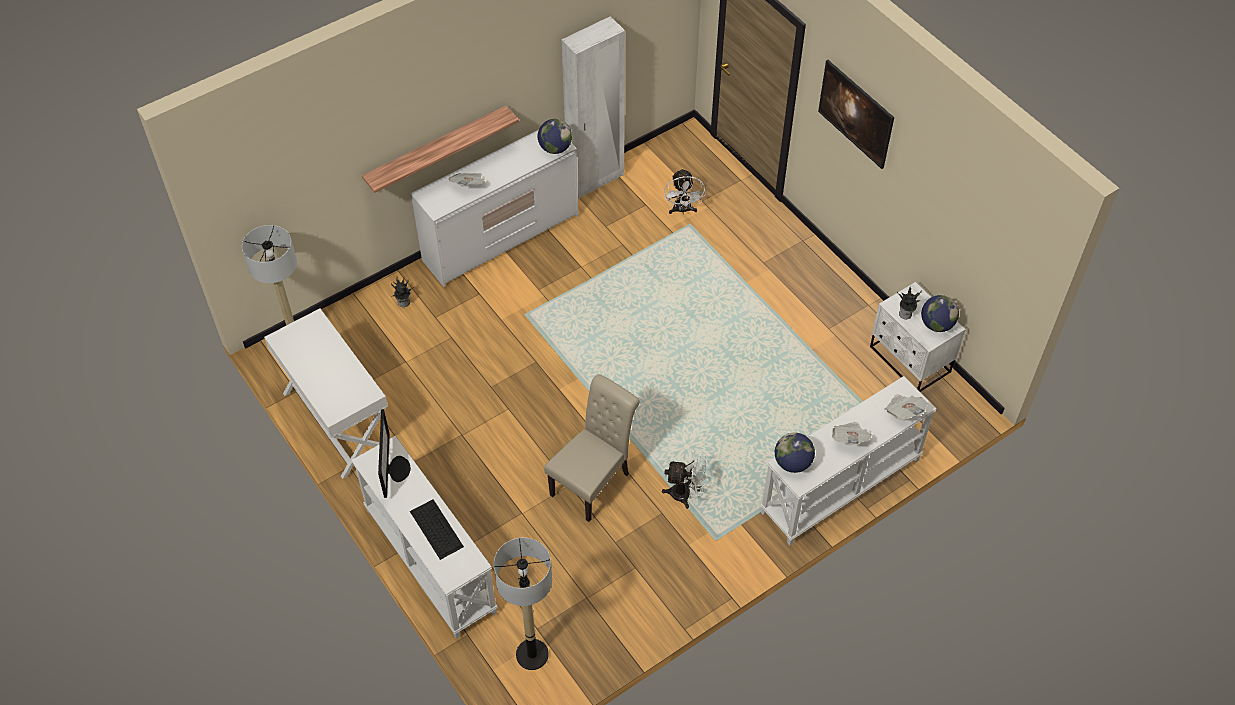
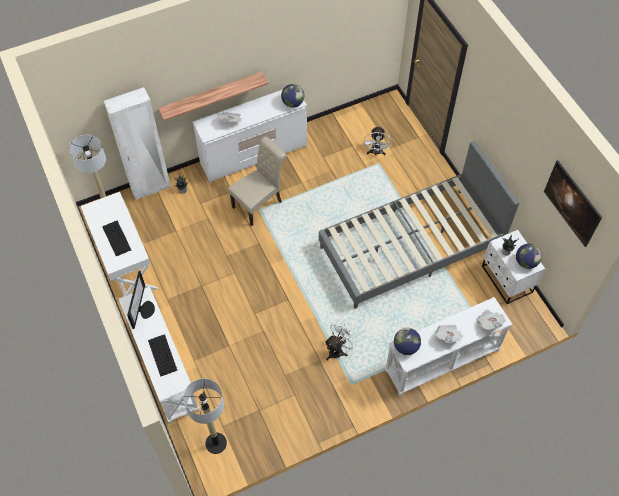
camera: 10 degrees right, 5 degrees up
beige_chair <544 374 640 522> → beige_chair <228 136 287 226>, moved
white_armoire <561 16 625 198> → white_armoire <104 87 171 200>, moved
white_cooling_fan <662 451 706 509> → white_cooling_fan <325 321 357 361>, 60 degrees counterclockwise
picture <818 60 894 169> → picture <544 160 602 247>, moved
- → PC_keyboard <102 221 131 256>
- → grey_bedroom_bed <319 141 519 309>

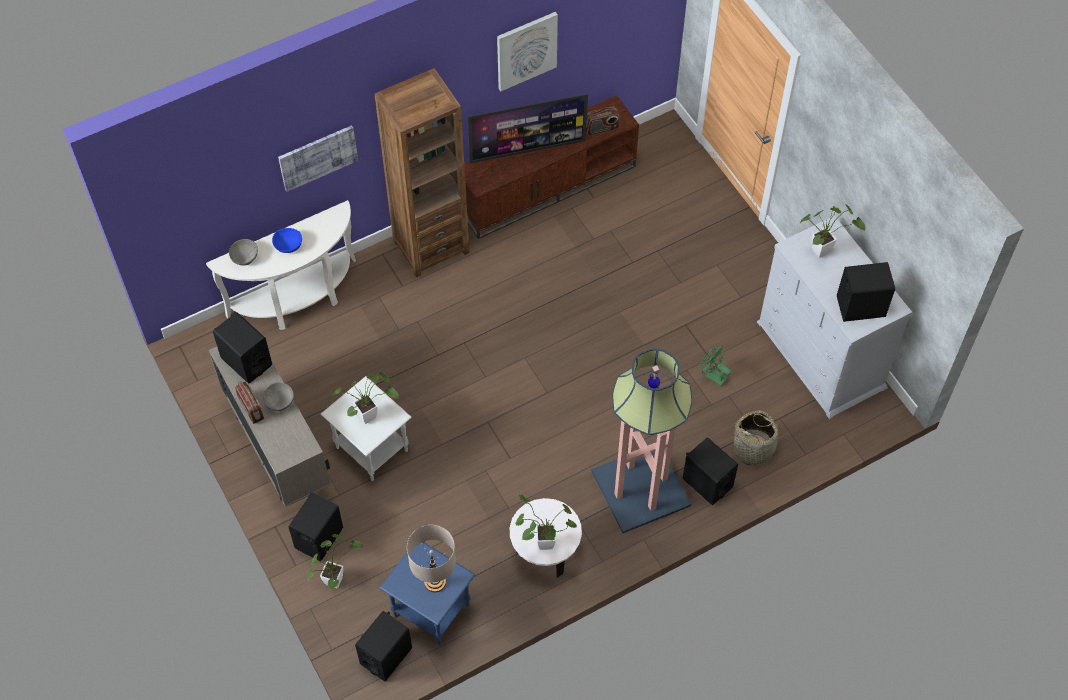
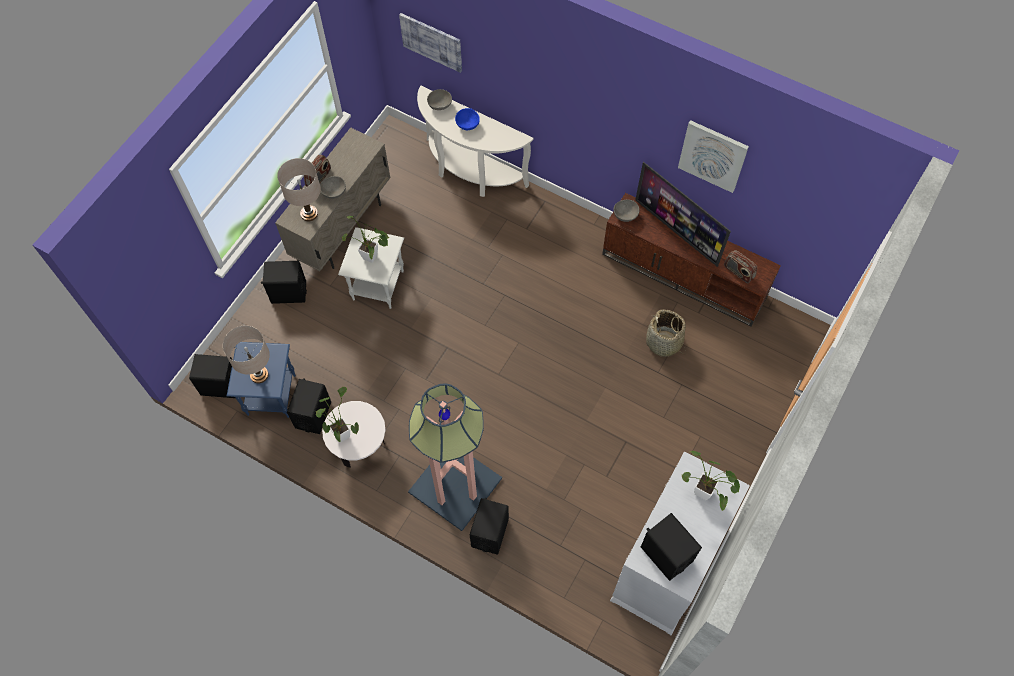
camera: 60 degrees right, 5 degrees up
black-coloured_speaker <213 312 272 383> → black-coloured_speaker <287 378 331 434>, moved
picture <278 125 358 192> → picture <399 13 462 73>, moved
houseplant <307 534 364 590> → -
brown-coloured_shelving_unit <375 68 470 277> → -
green-coloured_cooling_fan <700 346 731 386> → -
storage_basket <729 410 787 465> → storage_basket <646 309 686 357>, moved
- → beige_table_lamp <277 158 321 221>
- → grey_serving_bowl <614 199 639 222>

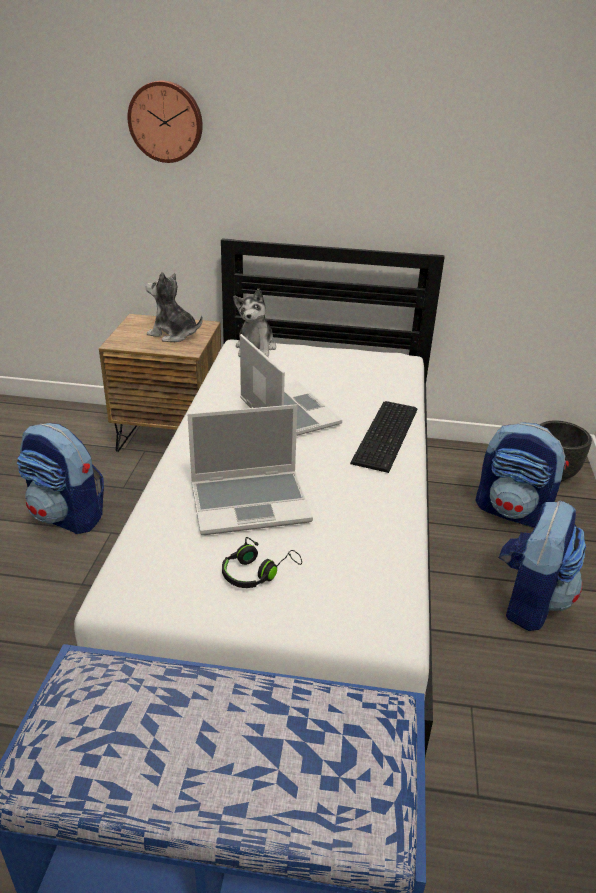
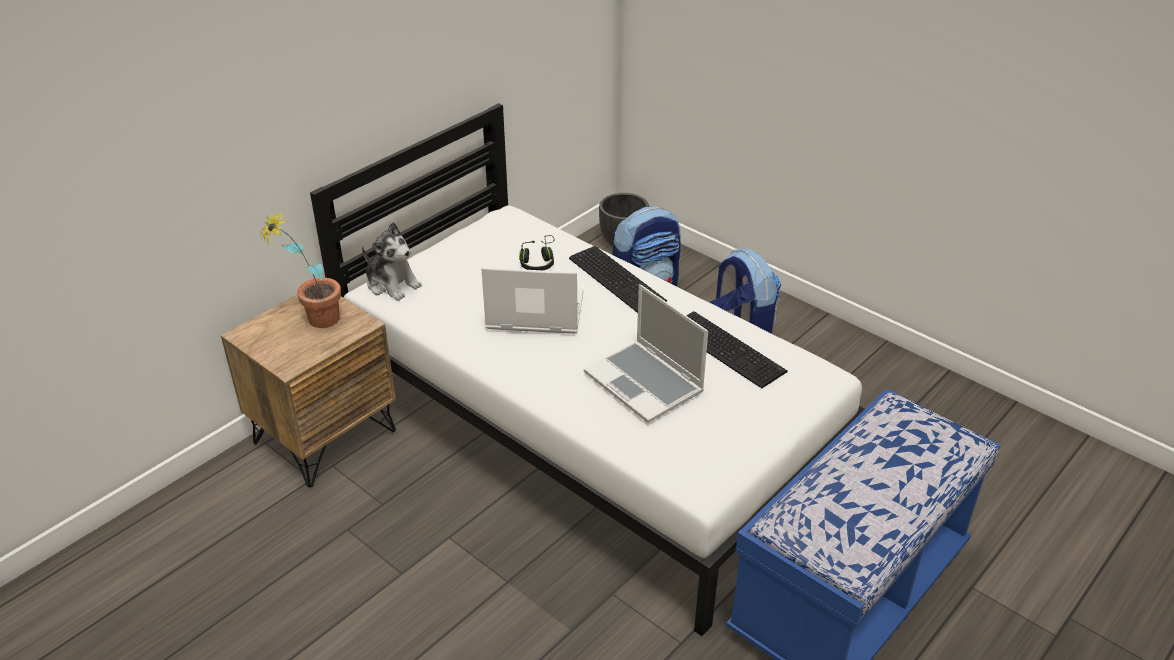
camera: 55 degrees left, 5 degrees up
knapsack <17 423 104 534> → -
hanging_clock <127 81 203 163> → -
soft_toy <146 272 203 342> → houseplant <259 209 341 328>
portable_computer <188 404 313 535> → portable_computer <584 284 708 423>, 120 degrees clockwise
black-coloured_headset <222 537 302 588> → black-coloured_headset <519 235 554 270>, moved
- → PC_keyboard <686 311 788 388>

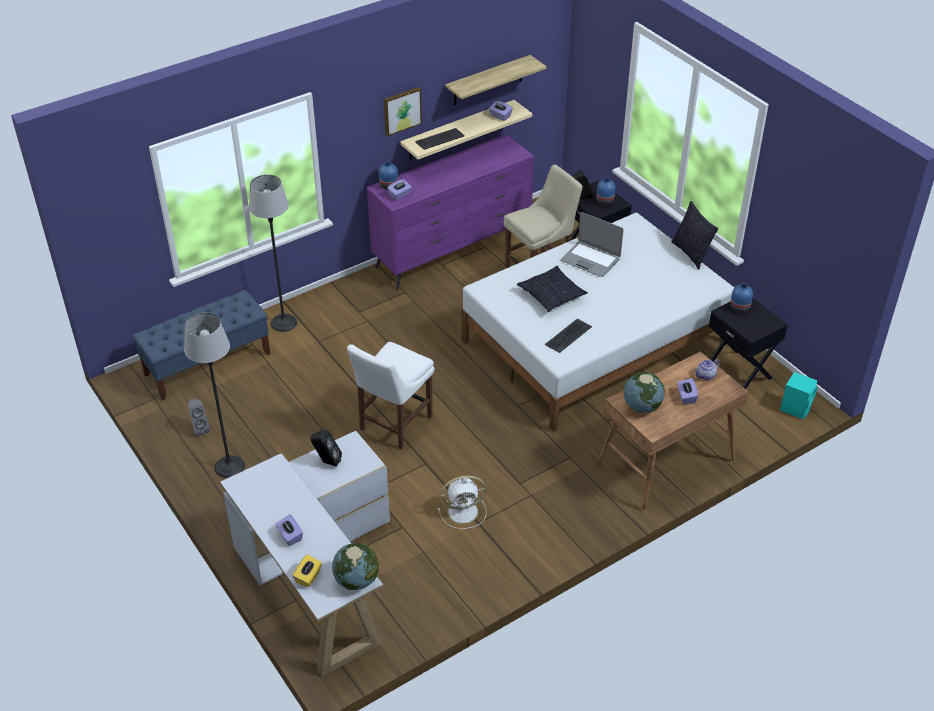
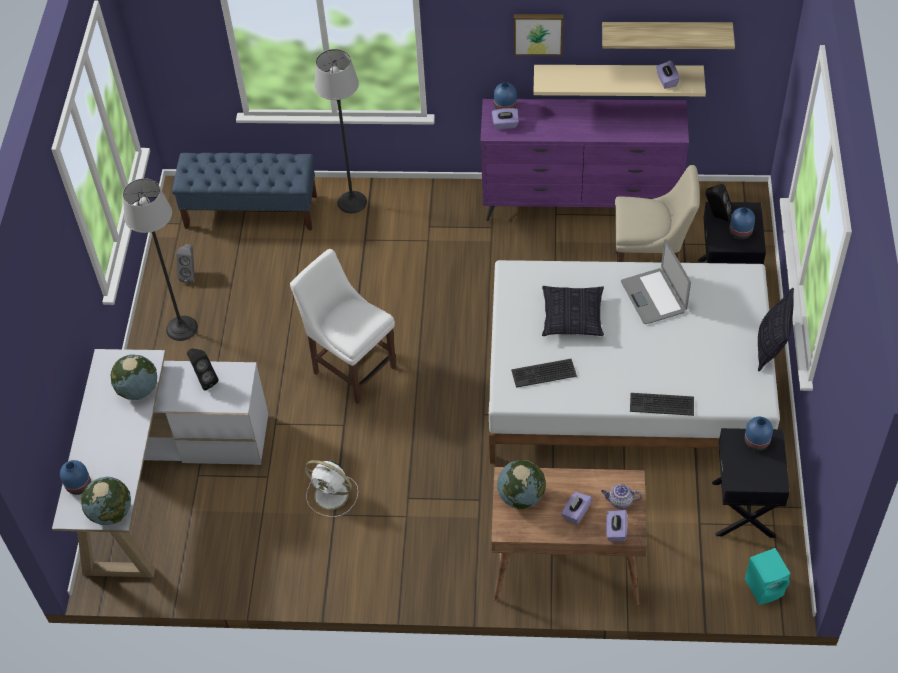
camera: 40 degrees right, 10 degrees up
purplish_box_of_tissues <275 514 303 546> → purplish_box_of_tissues <606 510 627 542>, moved
yellow-coloured_box_of_tissues <293 554 322 587> → blue_decorative_vase <60 460 91 495>
white_chair <347 342 434 450> → white_chair <290 249 396 404>, 60 degrees clockwise
PC_keyboard <415 128 465 150> → PC_keyboard <630 393 694 416>, moved
- → desk_globe <111 354 157 400>

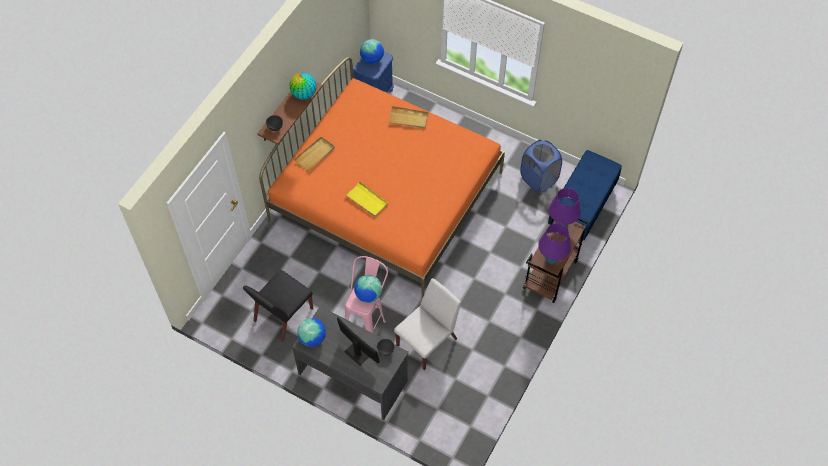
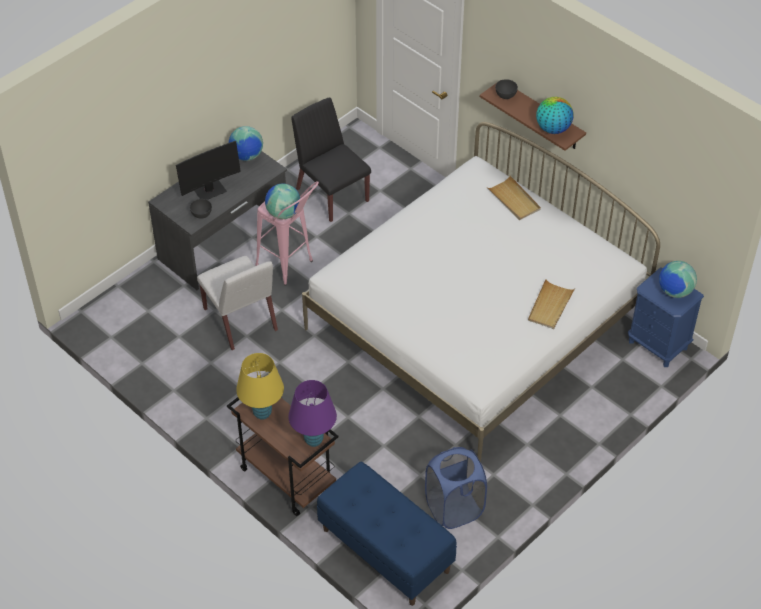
camera: 105 degrees right, 10 degrees down
orangey_bedroom_bed <259 57 505 298> → white_bedroom_bed <302 122 660 462>
yellow-coloured_serving_tray <346 180 388 217> → -
purplish_table_lamp <538 223 571 264> → yellow-coloured_table_lamp <236 353 284 420>

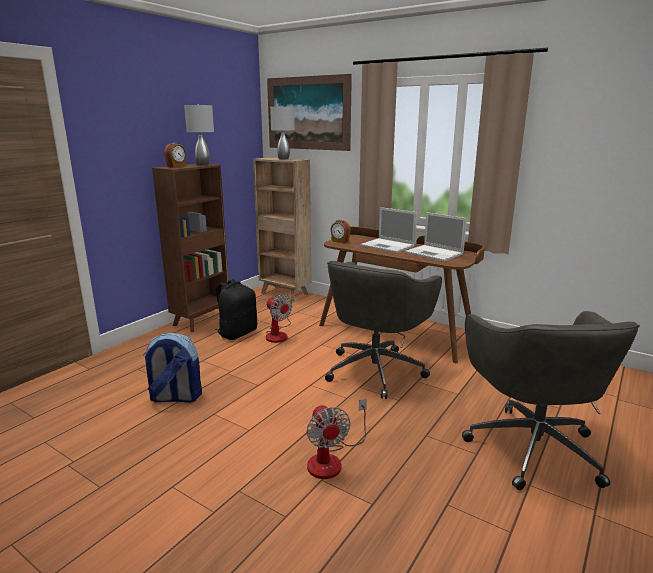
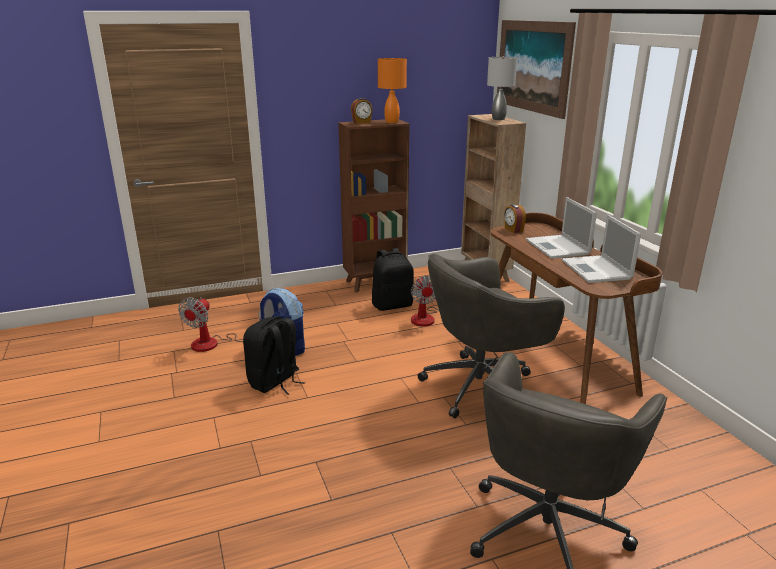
camera: 35 degrees right, 5 degrees up
grey_table_lamp <184 104 214 165> → orangey_table_lamp <378 58 407 123>
cooling_fan <306 399 367 479> → cooling_fan <178 297 261 352>, moved
- → black-coloured_knapsack <243 316 305 395>

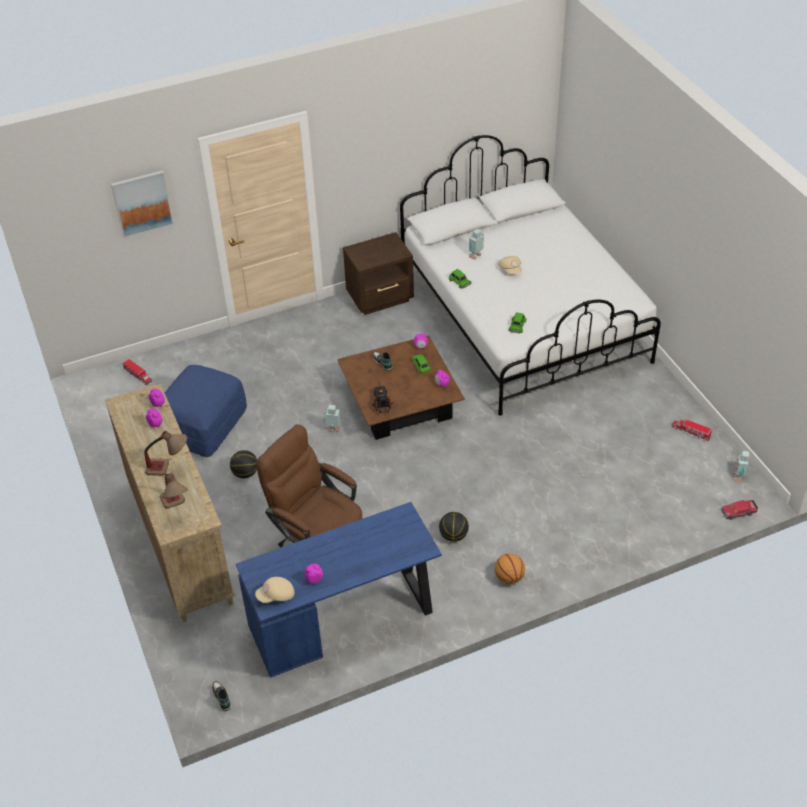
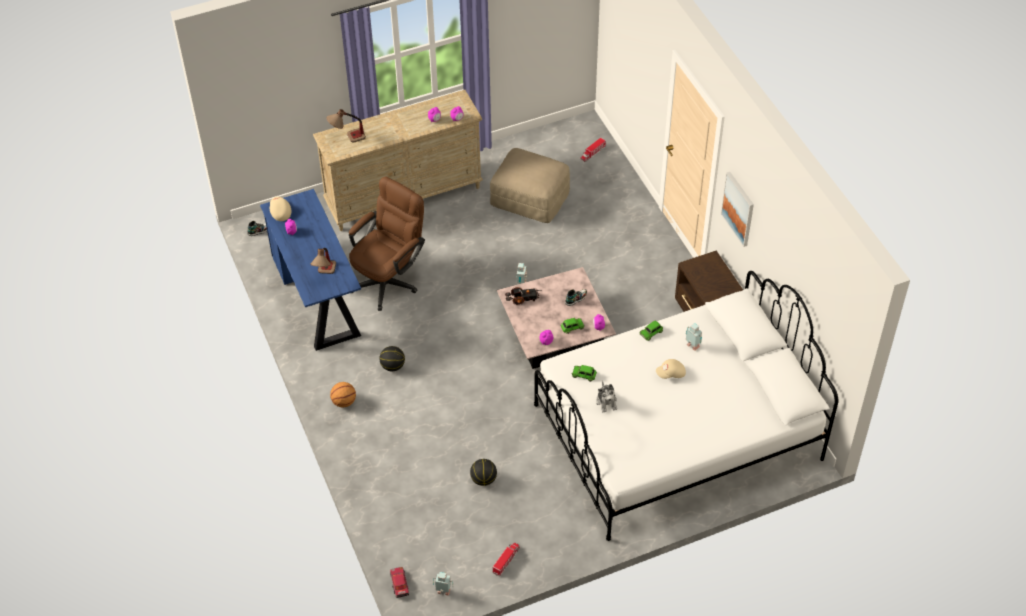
camera: 90 degrees right, 5 degrees up
picture <111 170 174 238> → picture <721 172 754 247>, moved
table_lamp <144 431 187 476> → table_lamp <310 248 336 274>, moved
blue_pouffe <165 365 247 457> → beige_pouffe <490 148 570 223>
basketball_ball <230 450 257 478> → basketball_ball <470 459 497 486>, moved
brown-coloured_low_table <337 335 465 440> → pink_low_table <497 267 616 369>
- → soft_toy <596 381 617 412>

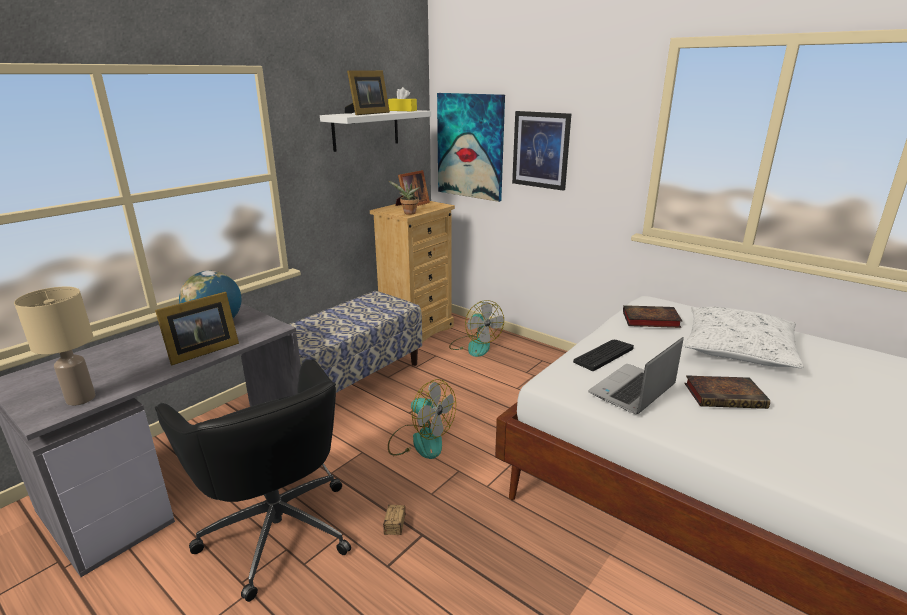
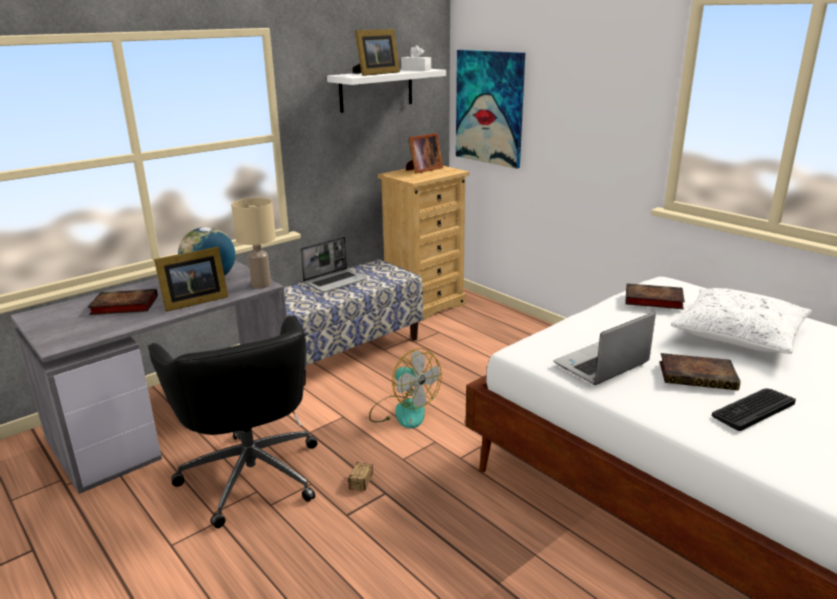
camera: 10 degrees right, 0 degrees up
beige_table_lamp <14 287 96 406> → beige_table_lamp <231 198 276 289>, moved
yellow-coloured_box_of_tissues <388 87 417 111> → white_box_of_tissues <401 45 431 71>
houseplant <389 181 420 215> → -
cooling_fan <449 300 504 357> → -
picture <512 111 571 191> → -
PC_keyboard <573 340 634 371> → PC_keyboard <712 388 796 431>, moved
- → book <88 289 158 315>
- → portable_computer <300 237 367 293>

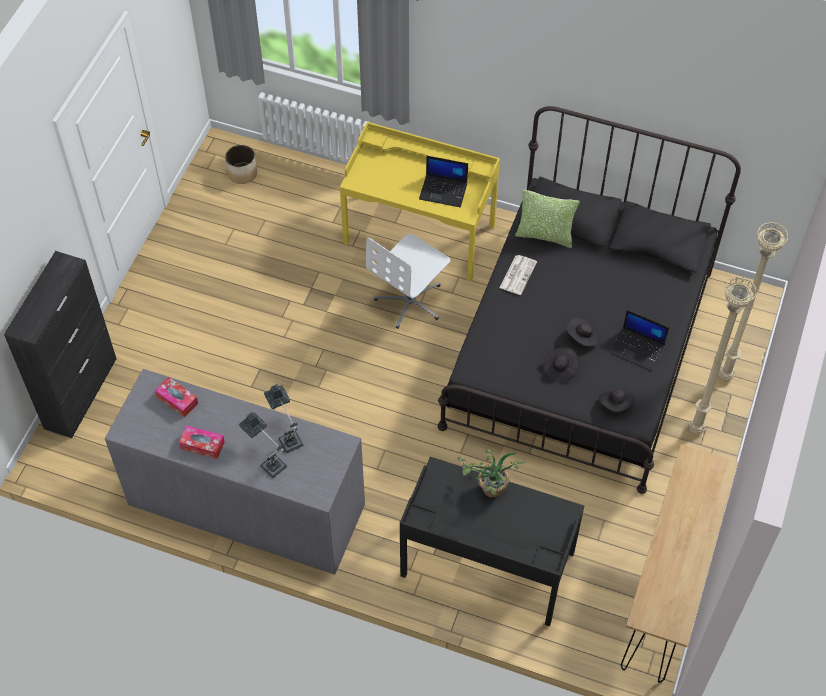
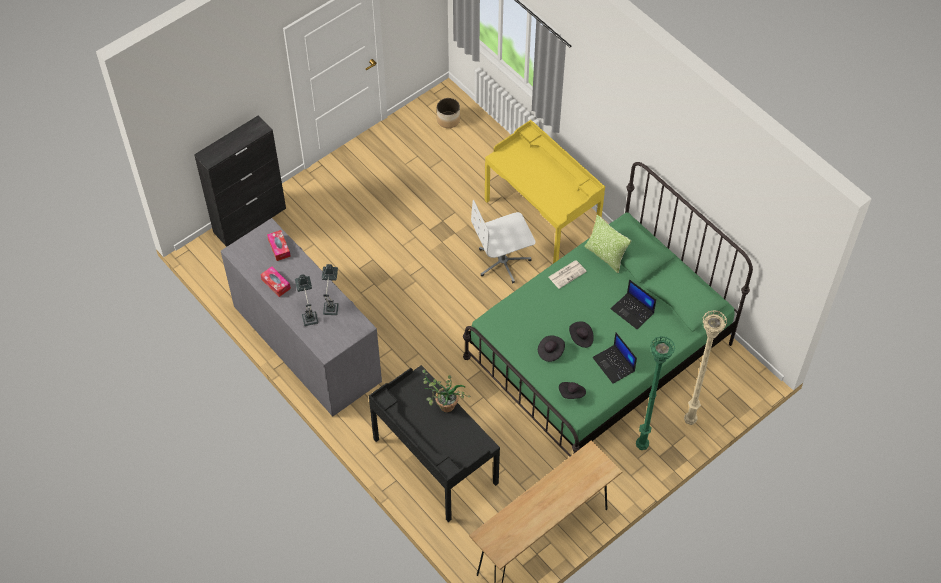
camera: 30 degrees right, 0 degrees up
portable_computer <419 156 468 207> → portable_computer <611 279 656 329>, moved
black-coloured_bedroom_bed <438 106 741 494> → green-coloured_bedroom_bed <463 162 753 457>
beige_standard_lamp <689 277 757 434> → green-coloured_standard_lamp <636 336 675 450>

